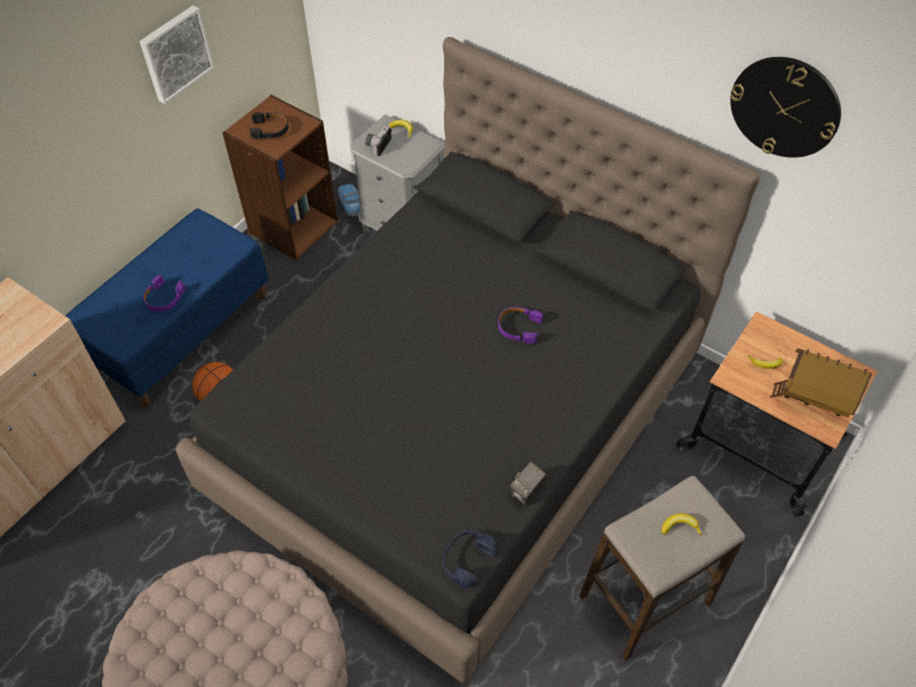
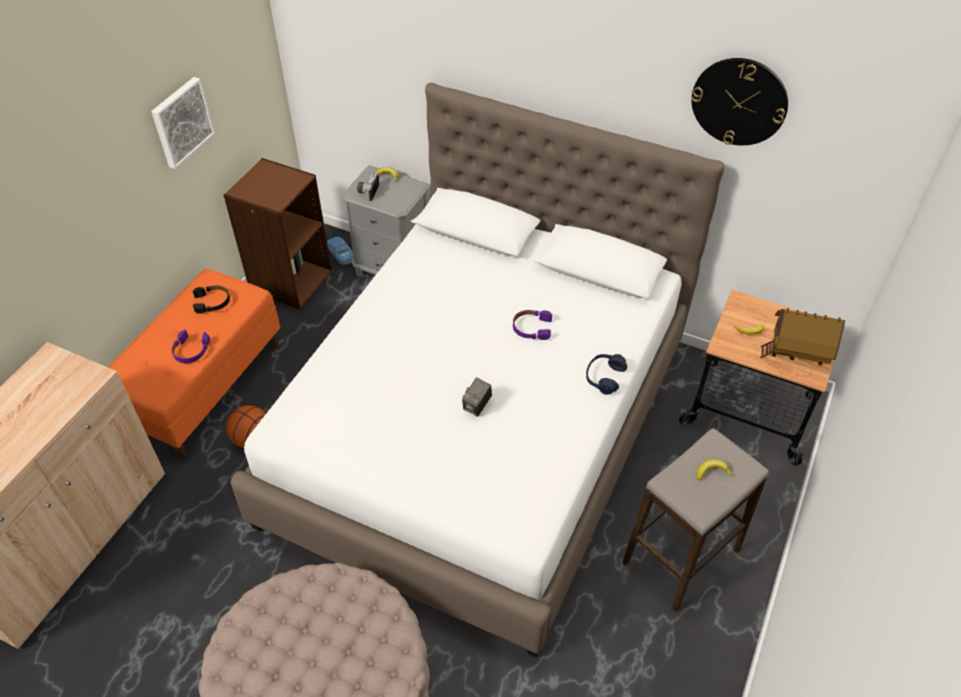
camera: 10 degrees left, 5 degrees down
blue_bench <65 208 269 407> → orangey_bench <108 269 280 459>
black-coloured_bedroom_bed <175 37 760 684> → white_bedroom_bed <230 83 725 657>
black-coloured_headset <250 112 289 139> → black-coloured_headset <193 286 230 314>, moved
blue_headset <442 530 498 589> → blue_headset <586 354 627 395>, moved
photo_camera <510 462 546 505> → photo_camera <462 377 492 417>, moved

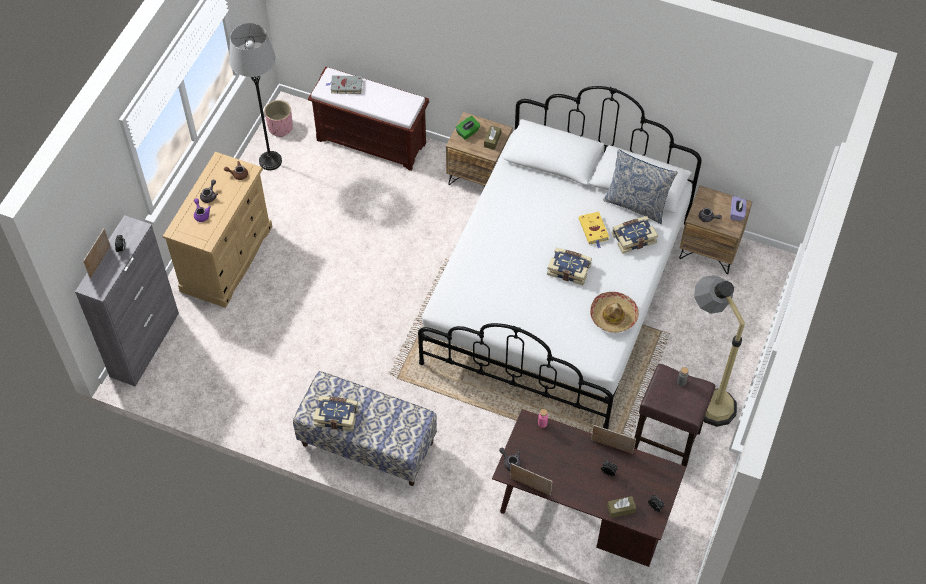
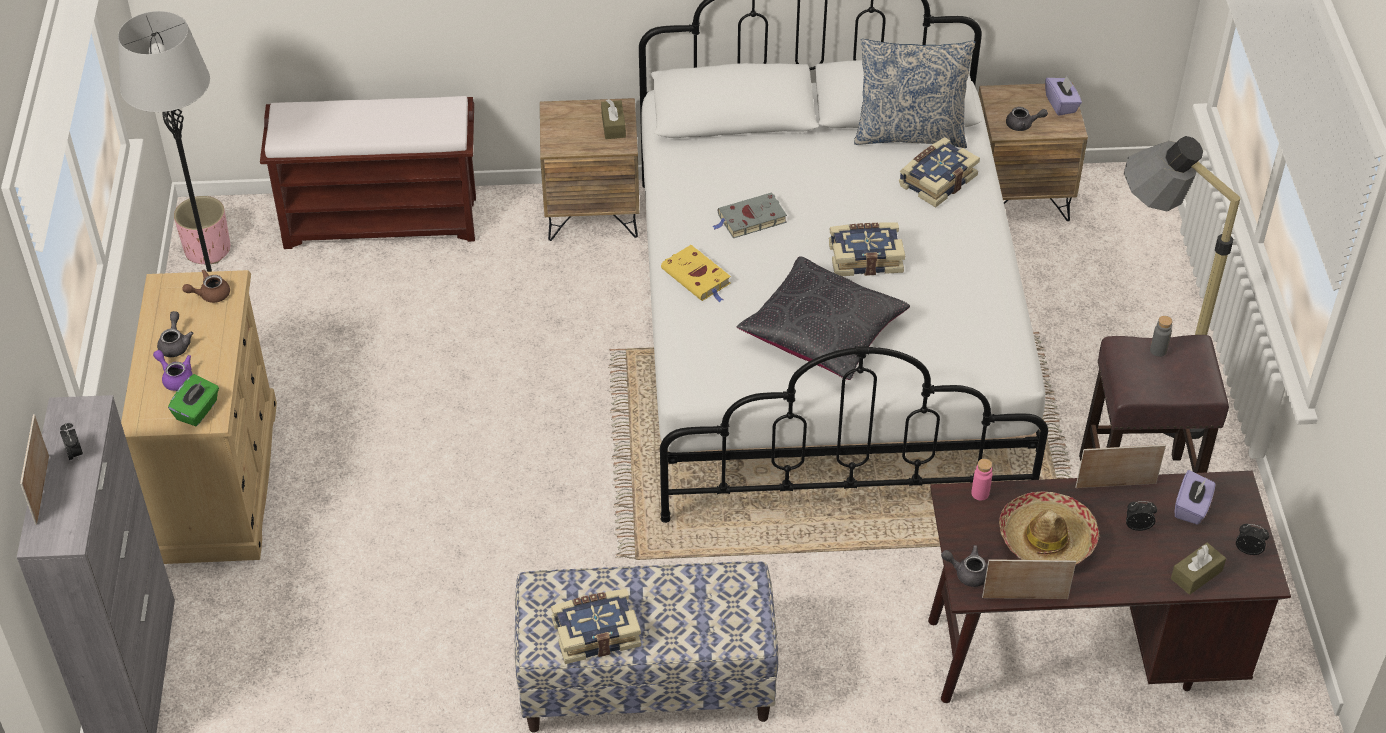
camera: 25 degrees left, 10 degrees down
grey_book <326 75 363 94> → grey_book <712 192 787 238>, moved
green-coloured_box_of_tissues <455 116 481 140> → green-coloured_box_of_tissues <168 374 219 426>, moved
yellow-coloured_book <578 212 609 248> → yellow-coloured_book <661 245 731 302>, moved
hat <590 292 639 333> → hat <999 491 1099 564>, moved
- → black-coloured_pillow <736 256 910 380>
- → purplish_box_of_tissues <1175 470 1215 525>

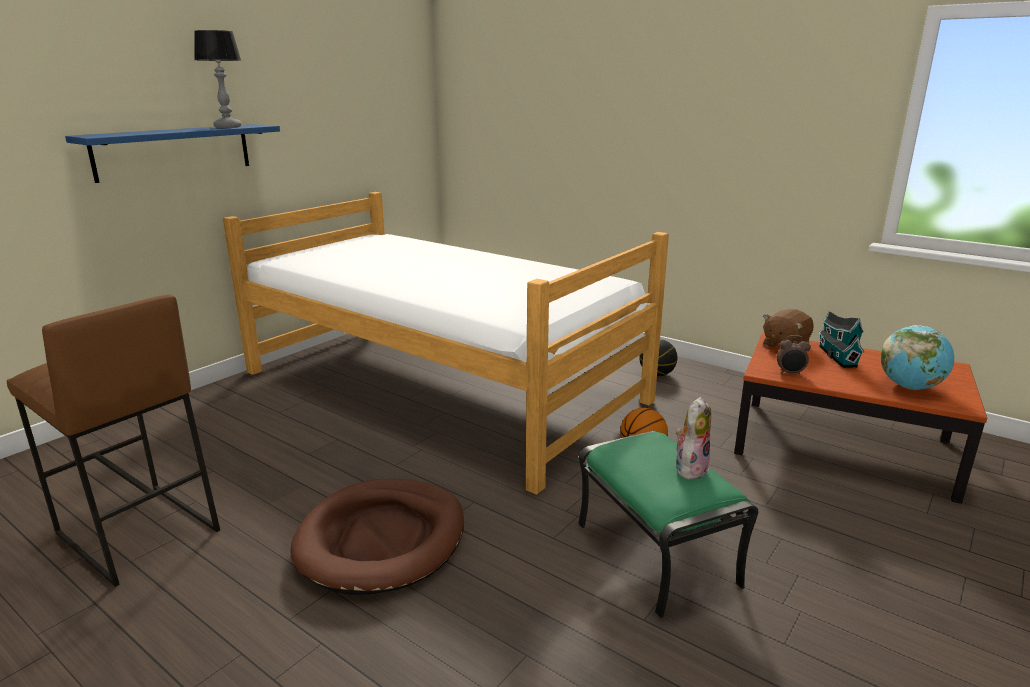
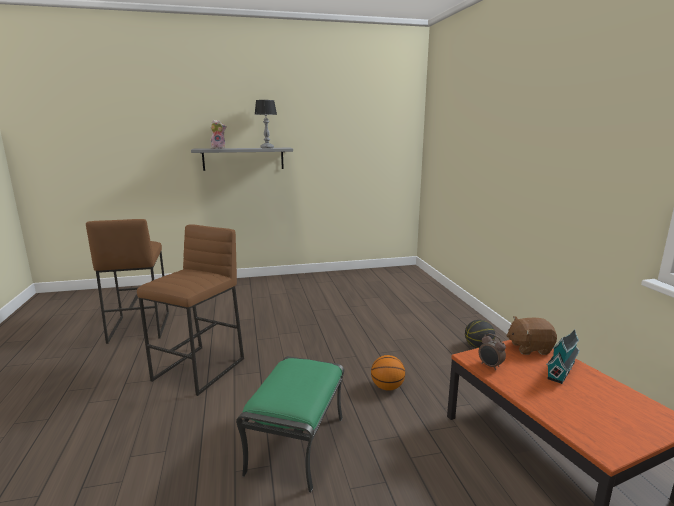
camera: 40 degrees right, 5 degrees down
blue_bracket_shelf <65 124 280 183> → grey_bracket_shelf <191 148 293 171>
bedroom_bed <223 192 669 495> → -
brown-coloured_dog_cushion <290 479 464 595> → brown-coloured_stool_seat <137 224 244 396>
soft_toy <676 397 711 479> → soft_toy <210 120 227 149>, moved
desk_globe <881 325 954 390> → -

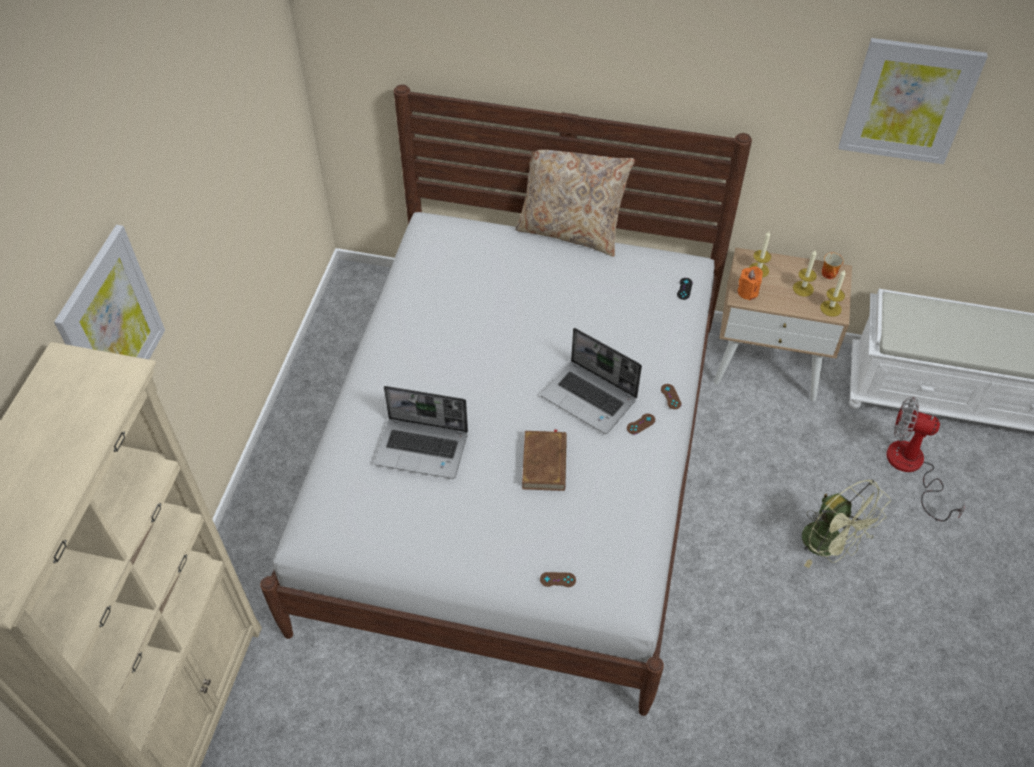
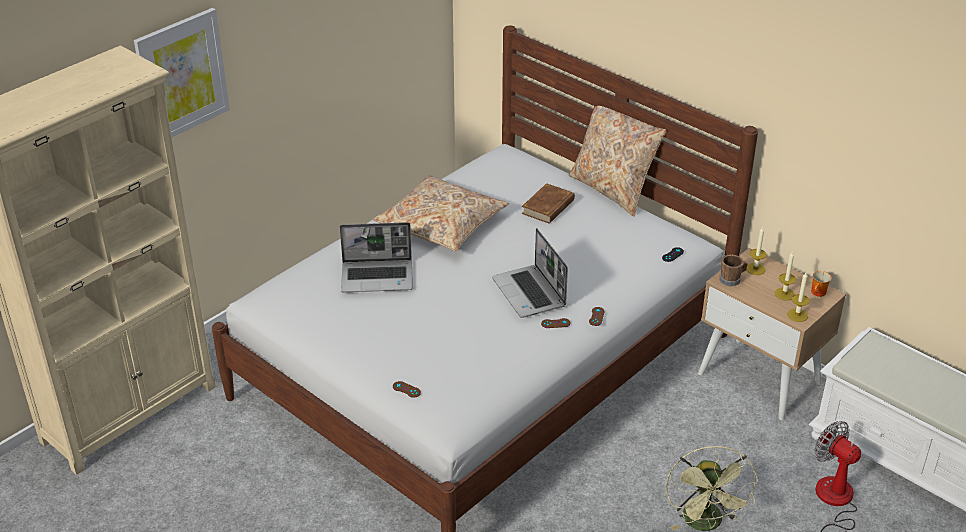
camera: 30 degrees right, 15 degrees down
portable_computer <374 386 468 479> → portable_computer <340 222 413 292>, 45 degrees counterclockwise
brown-coloured_book <522 429 567 491> → brown-coloured_book <522 183 575 224>, moved
orangey_wax_candle <738 266 763 300> → brown-coloured_coffee_mug <719 255 748 286>
picture <839 38 987 164> → -
- → beige_pillow <373 175 509 251>

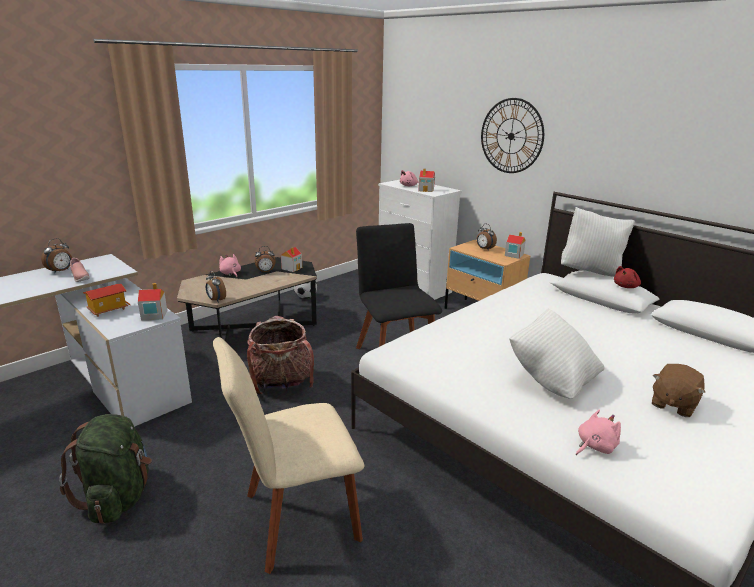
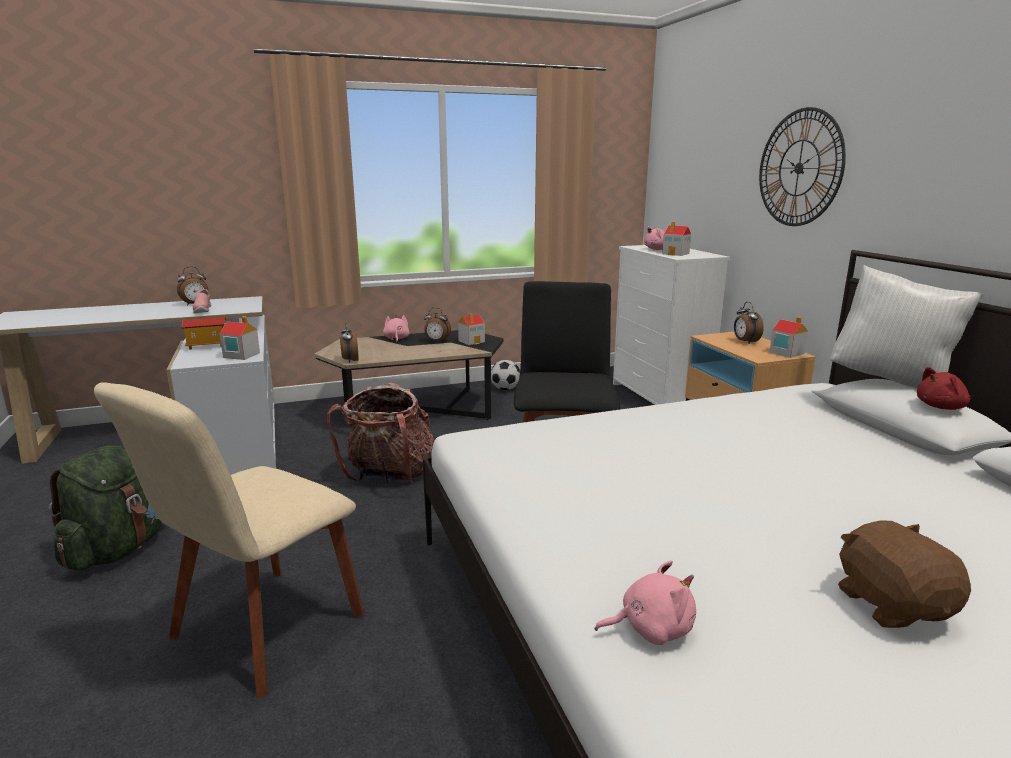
camera: 25 degrees right, 5 degrees down
beige_chair <213 337 364 574> → beige_chair <94 383 364 697>, 60 degrees counterclockwise
white_pillow <509 308 604 399> → -
brown-coloured_soft_toy <652 364 705 417> → brown-coloured_soft_toy <838 521 971 628>, 105 degrees clockwise

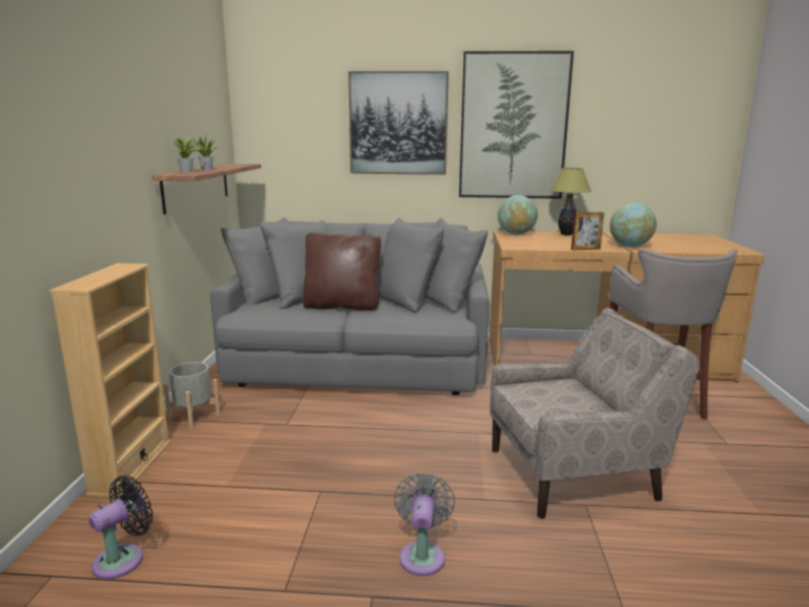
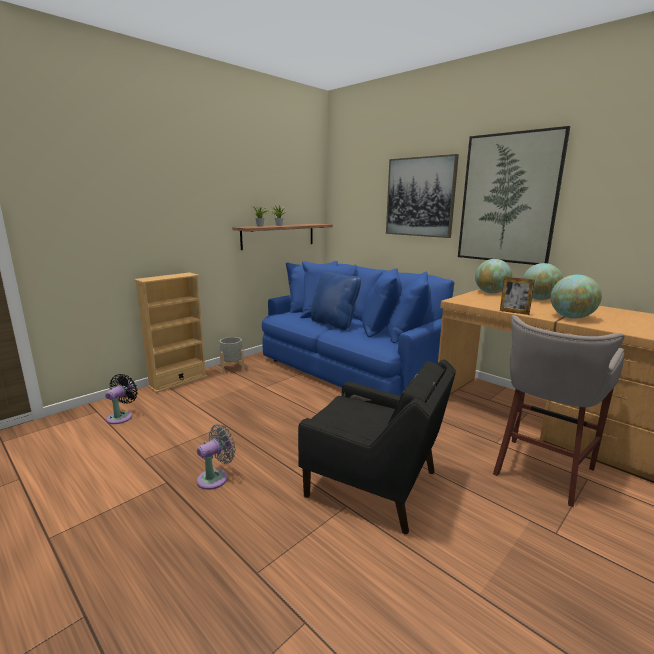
camera: 40 degrees right, 0 degrees up
black-coloured_cooling_fan <88 475 153 580> → black-coloured_cooling_fan <105 374 138 424>, 60 degrees counterclockwise
grey_settee <210 217 489 395> → blue_settee <262 261 454 396>
brown-coloured_pillow <303 233 381 311> → blue_pillow <311 271 361 330>
beige_armchair <490 308 700 519> → black-coloured_armchair <298 360 456 534>
table_lamp <550 168 592 235> → desk_globe <523 263 563 300>

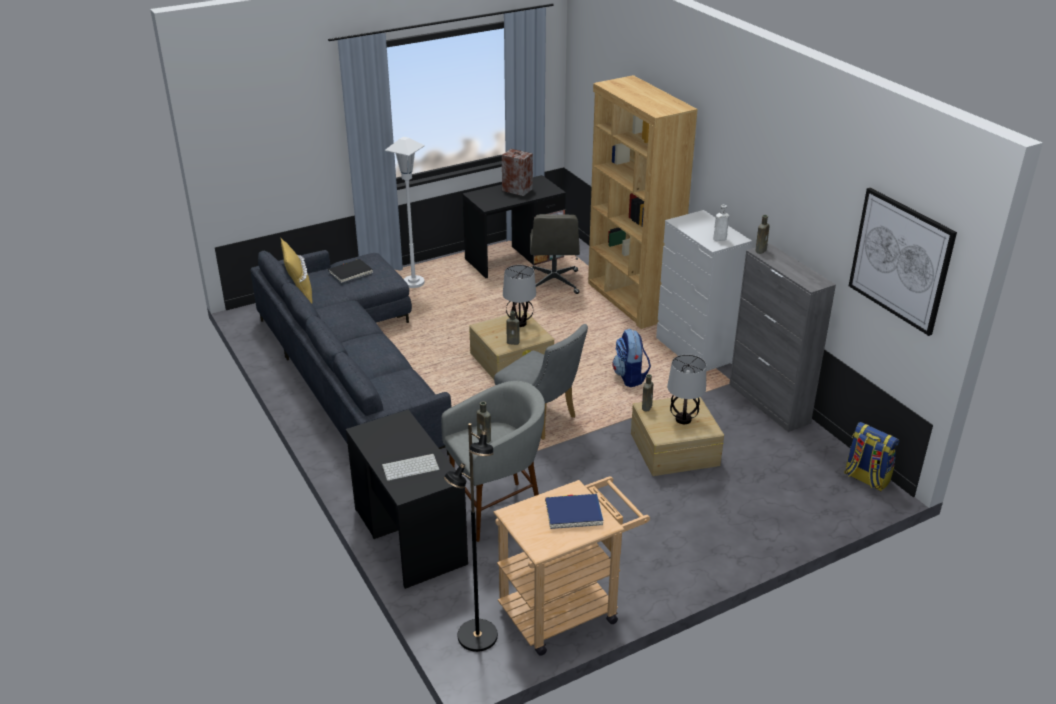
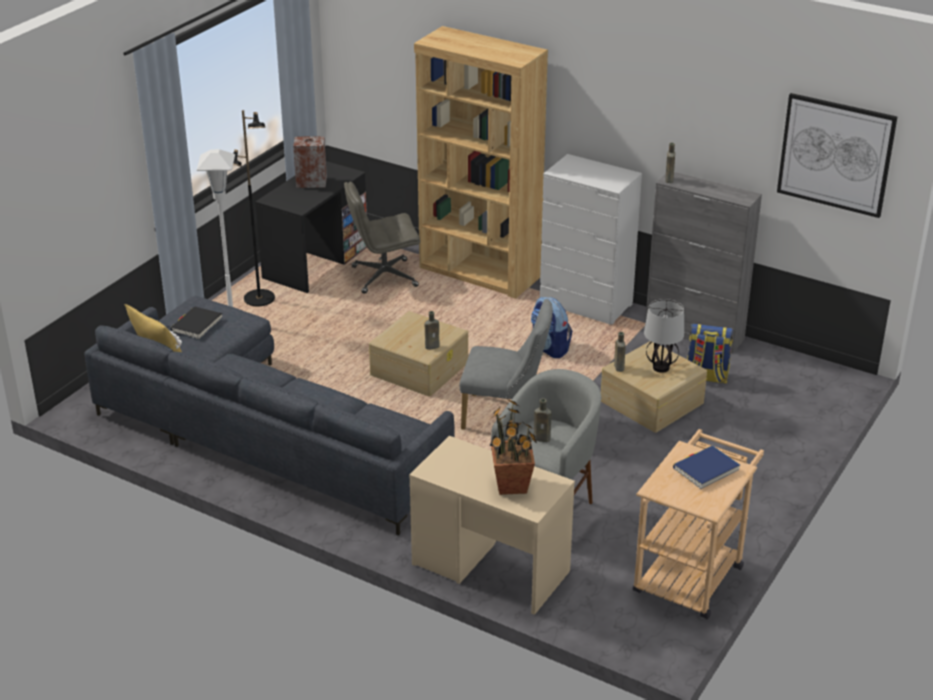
camera: 30 degrees left, 0 degrees up
black-coloured_desk <346 409 468 589> → beige_desk <409 436 575 615>
PC_keyboard <382 454 439 481> → houseplant <490 399 537 495>
black-coloured_standard_lamp <444 423 498 652> → black-coloured_standard_lamp <233 110 275 306>, moved
table_lamp <503 265 536 327> → -
grey_computer_chair <530 214 580 294> → grey_computer_chair <344 182 420 294>, 105 degrees clockwise
white_bottle <713 205 729 241> → -
knapsack <844 422 899 491> → knapsack <687 324 734 384>, moved

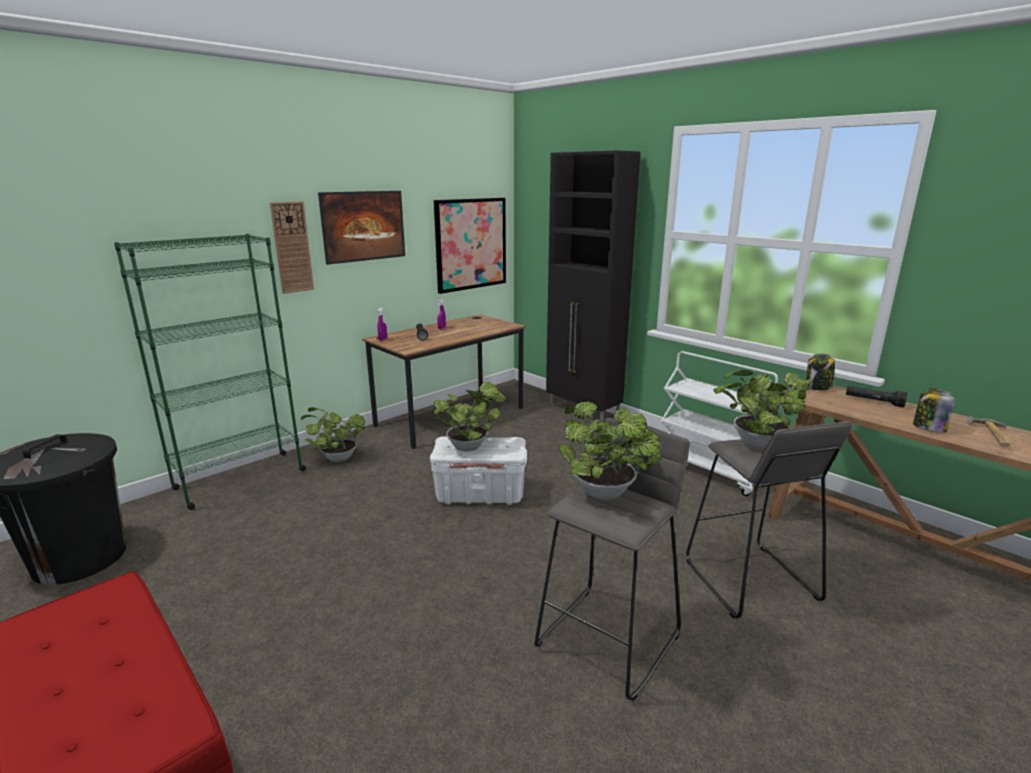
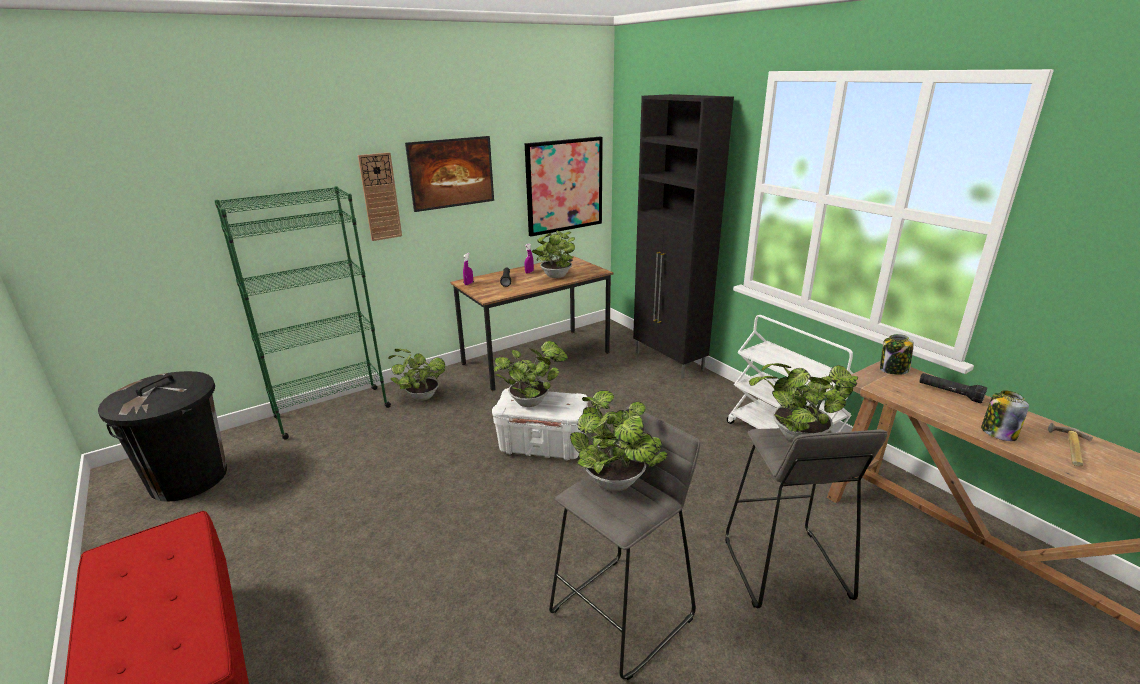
camera: 10 degrees right, 5 degrees up
- → houseplant <532 230 575 278>

